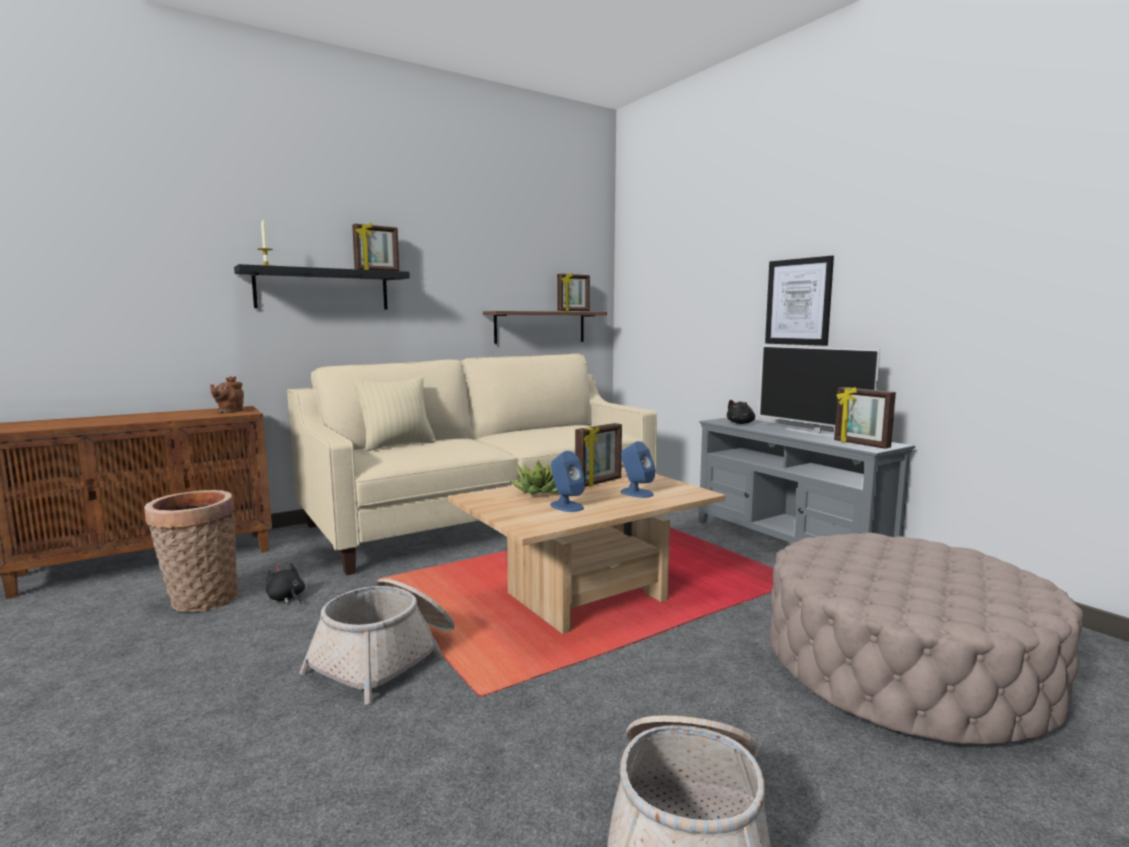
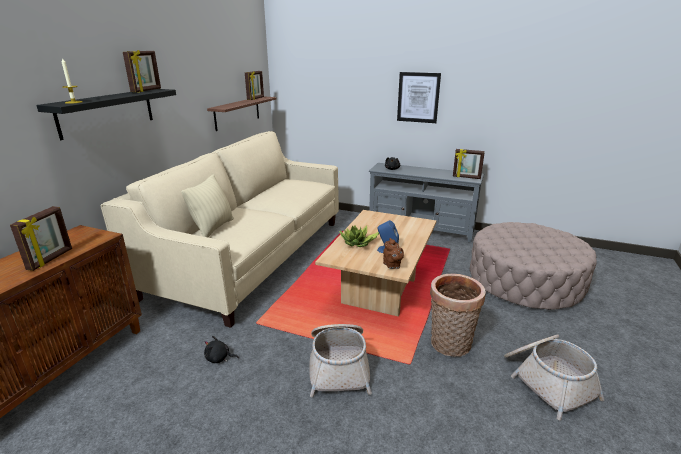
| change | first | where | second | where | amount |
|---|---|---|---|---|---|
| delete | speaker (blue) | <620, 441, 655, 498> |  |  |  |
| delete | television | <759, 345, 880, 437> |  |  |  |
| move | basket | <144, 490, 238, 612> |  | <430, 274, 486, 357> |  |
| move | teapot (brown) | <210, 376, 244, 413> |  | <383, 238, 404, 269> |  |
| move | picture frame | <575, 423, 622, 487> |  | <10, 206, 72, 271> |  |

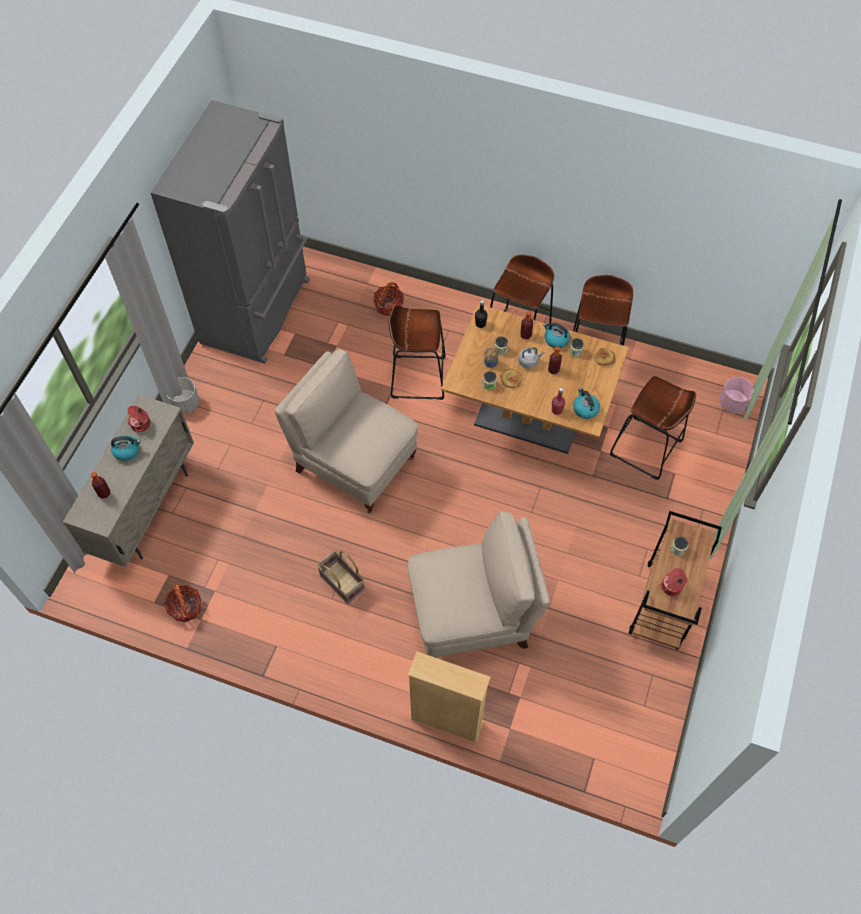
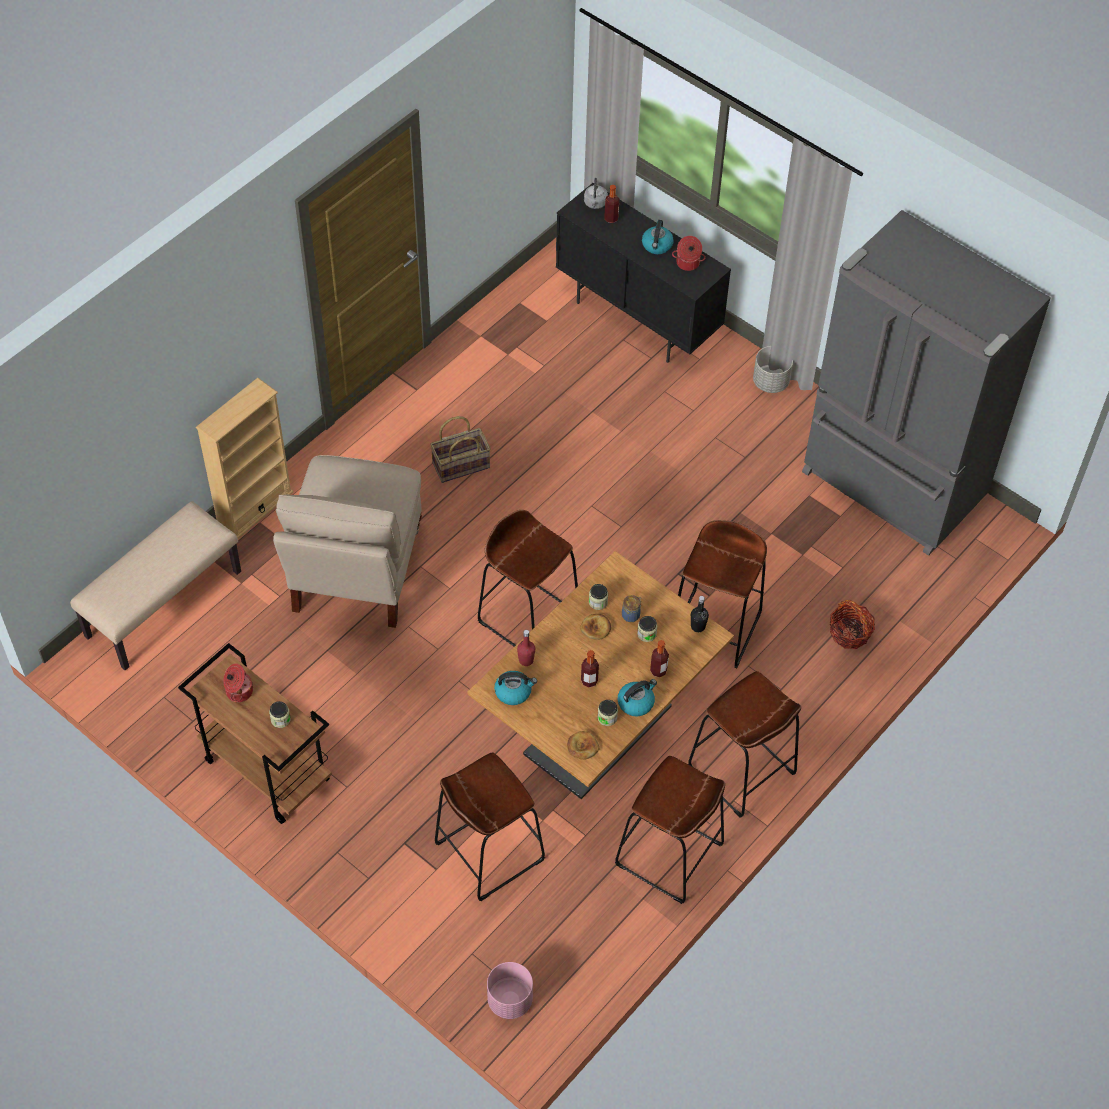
| change | first | where | second | where | amount |
|---|---|---|---|---|---|
| delete | basket | <164, 584, 201, 622> |  |  |  |
| delete | chair (beige) | <275, 349, 418, 514> |  |  |  |
| insert |  |  | bench (beige) | <70, 501, 241, 670> |  |
| insert |  |  | stool (brown) | <478, 510, 578, 647> |  |
| move | kettle (grey) | <518, 347, 545, 369> |  | <584, 178, 608, 209> |  |
| recolor | cabinet (beige) | <63, 394, 194, 567> | cabinet (black) | <556, 183, 731, 363> |  |

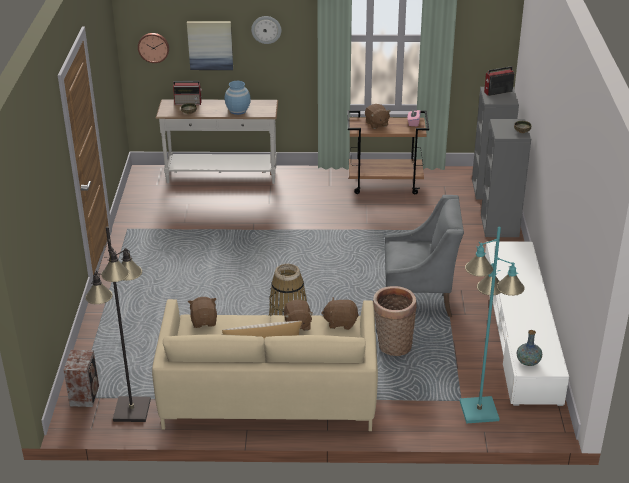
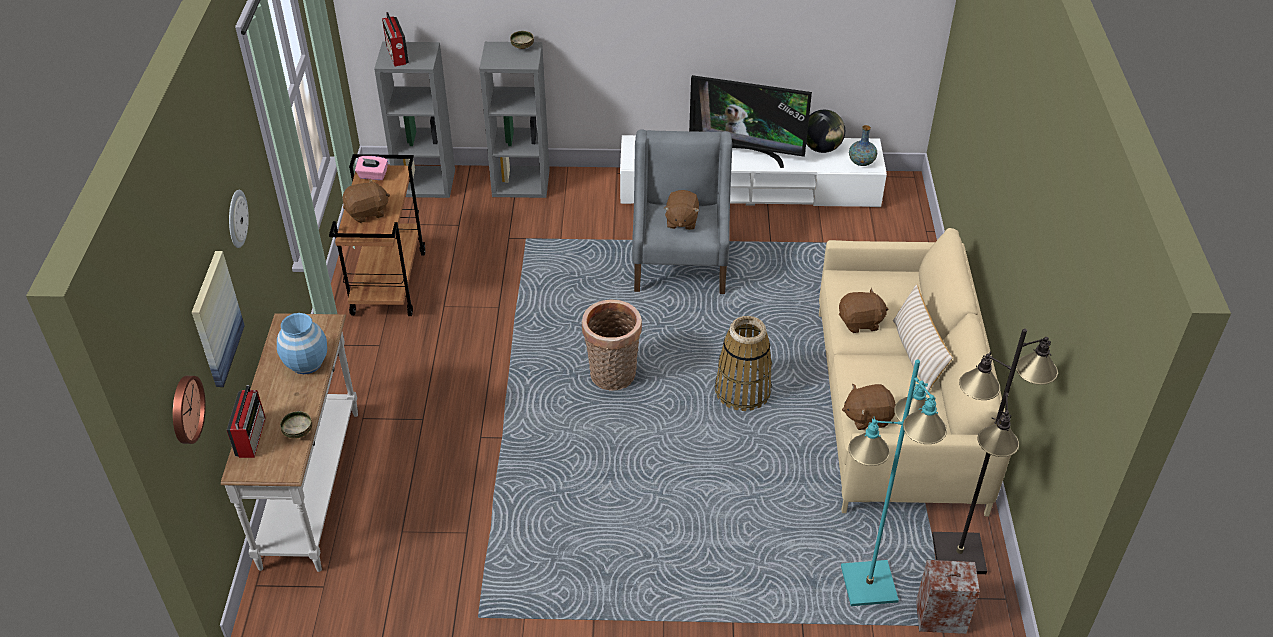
| change | first | where | second | where | amount |
|---|---|---|---|---|---|
| insert |  |  | television | <689, 75, 812, 168> |  |
| insert |  |  | globe | <806, 110, 845, 153> |  |
| move | plush toy (brown) | <321, 298, 359, 330> |  | <664, 190, 700, 230> |  |
| move | basket | <373, 286, 417, 356> |  | <582, 300, 642, 391> |  |
| move | floor lamp (turquoise) | <460, 226, 525, 424> |  | <841, 360, 947, 606> |  |

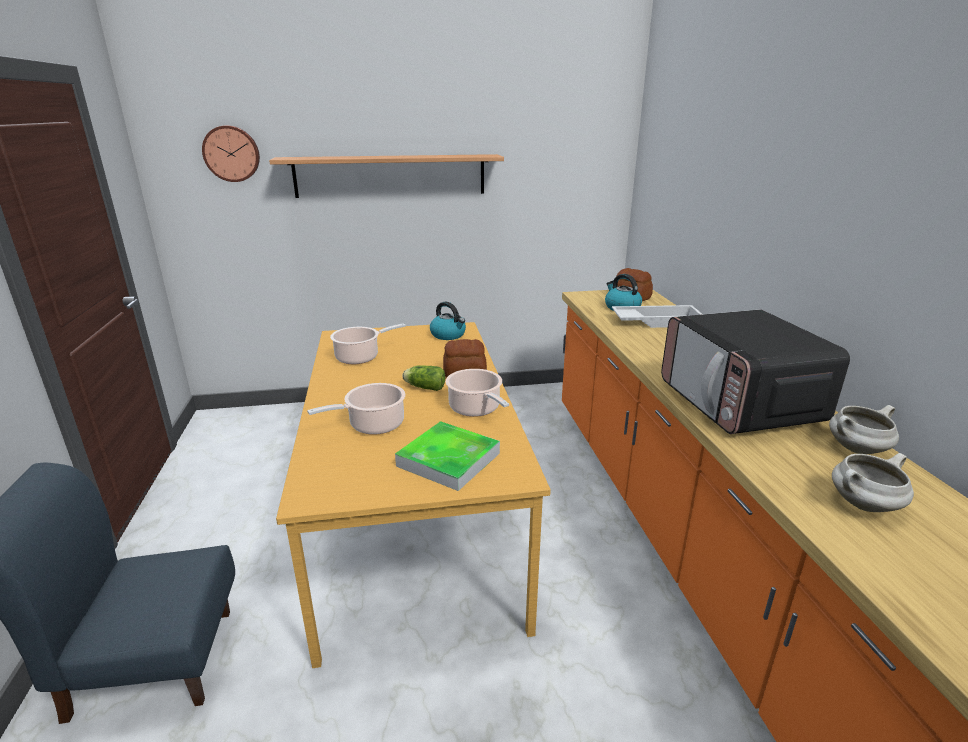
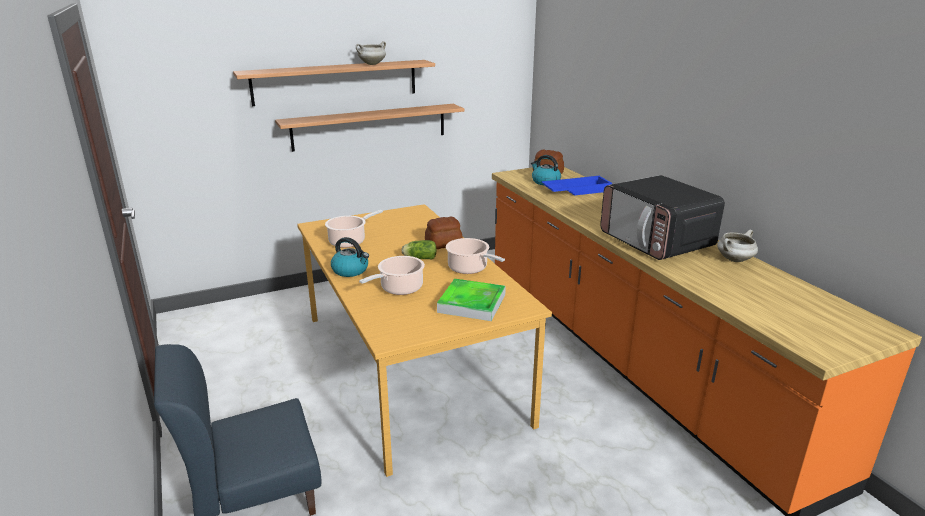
| change | first | where | second | where | amount |
|---|---|---|---|---|---|
| delete | wall clock | <202, 125, 260, 182> |  |  |  |
| insert |  |  | shelf | <275, 104, 464, 152> |  |
| move | kettle | <430, 302, 466, 340> |  | <331, 237, 369, 277> |  |
| move | cooking pot (white) | <832, 453, 914, 512> |  | <356, 41, 386, 65> |  |
| recolor | tray (white) | <612, 305, 702, 328> | tray (blue) | <541, 176, 612, 196> |  |

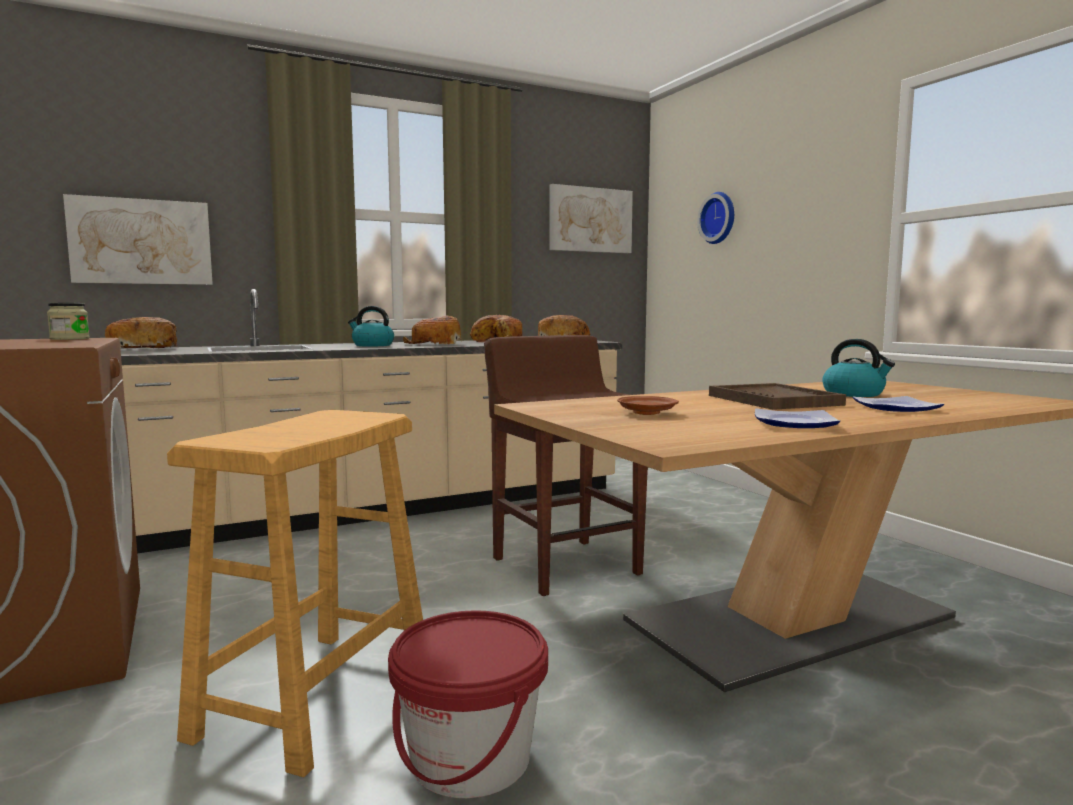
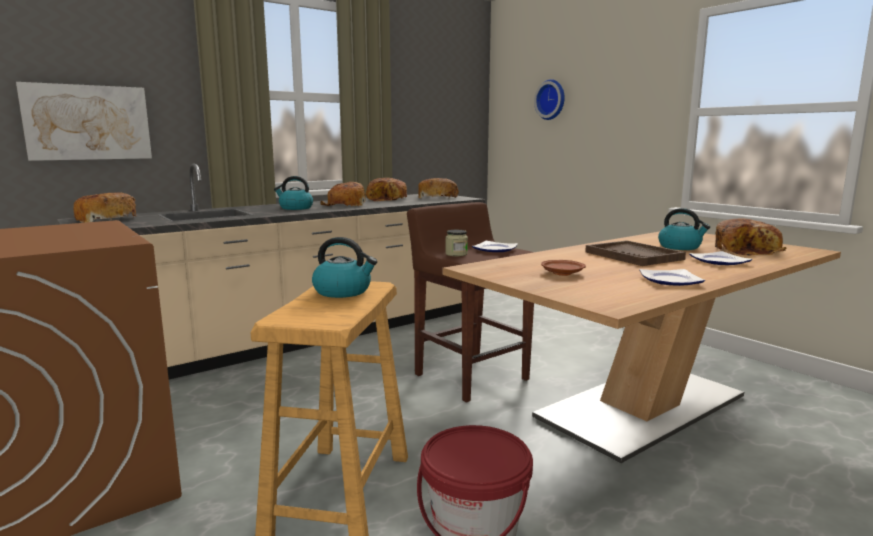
| change | first | where | second | where | amount |
|---|---|---|---|---|---|
| delete | picture | <549, 184, 633, 253> |  |  |  |
| insert |  |  | kettle | <312, 237, 377, 298> |  |
| insert |  |  | plate | <472, 241, 518, 252> |  |
| insert |  |  | bread | <715, 219, 787, 256> |  |
| move | jar | <47, 303, 90, 340> |  | <445, 230, 468, 256> |  |

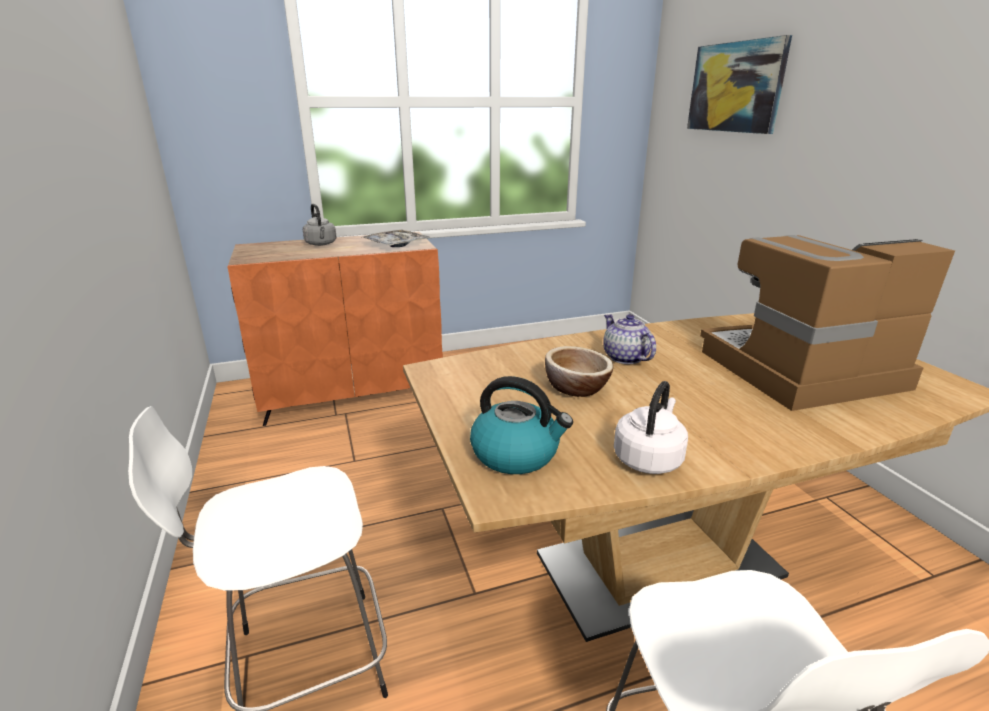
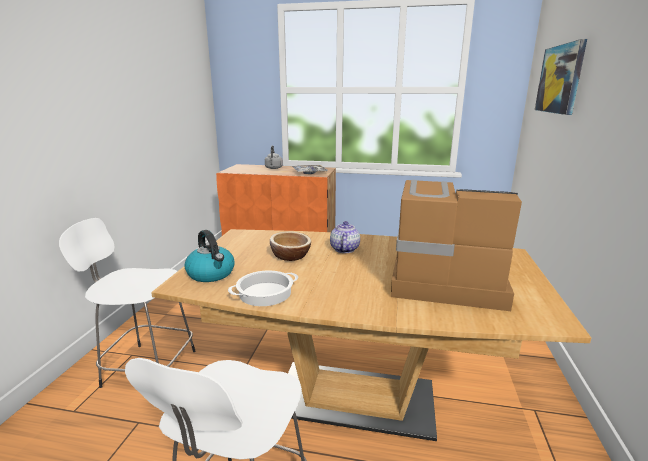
| change | first | where | second | where | amount |
|---|---|---|---|---|---|
| replace | kettle (white) | <614, 381, 688, 474> | cooking pot | <228, 271, 298, 306> |  |

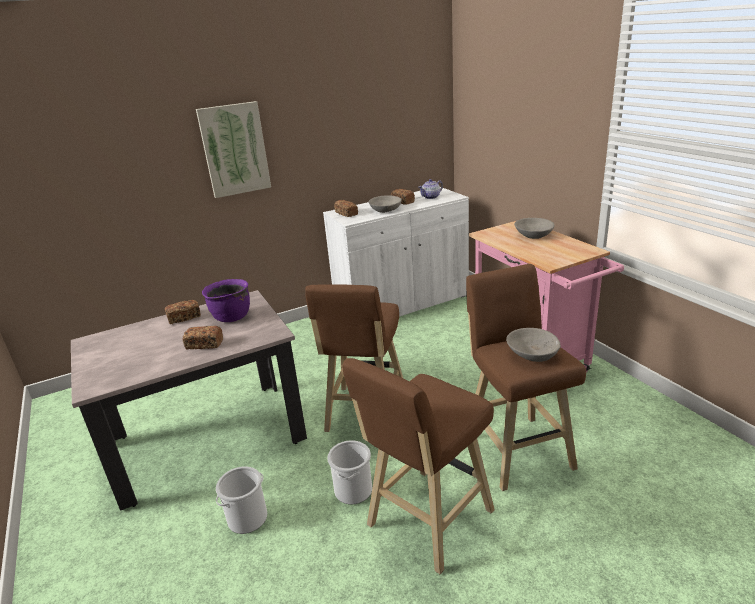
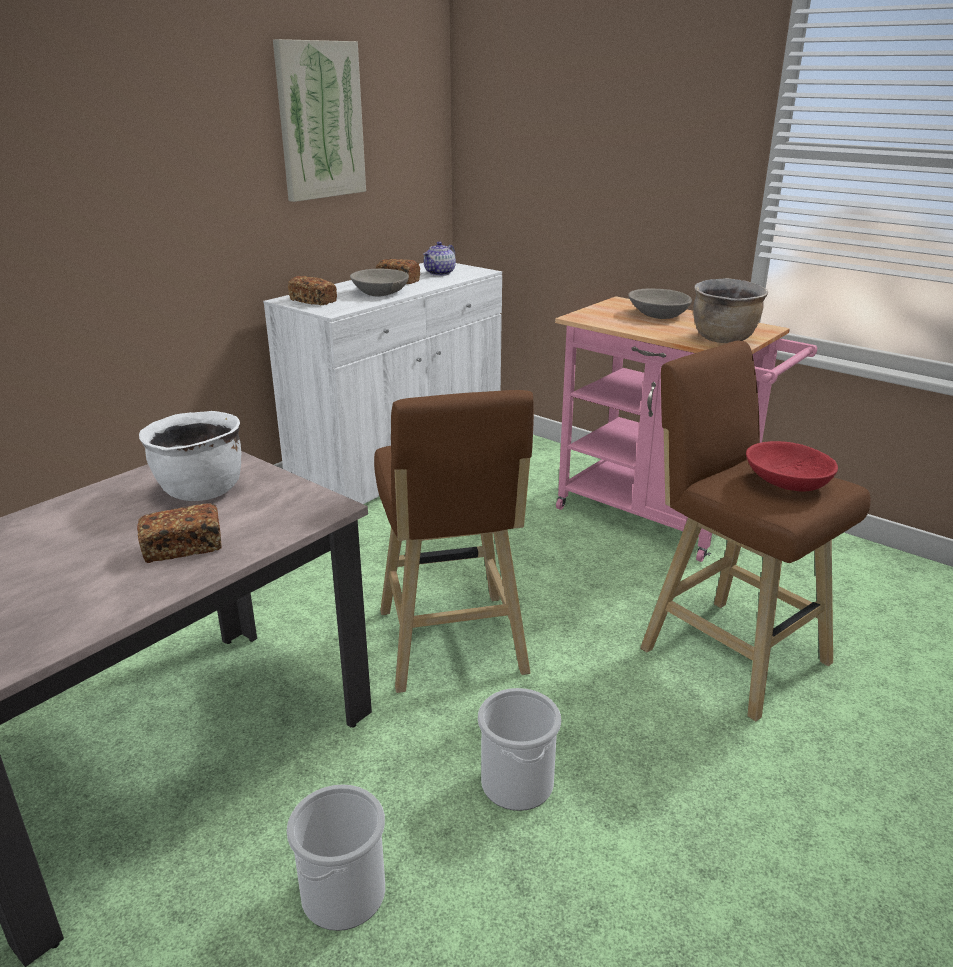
| change | first | where | second | where | amount |
|---|---|---|---|---|---|
| delete | bread | <165, 300, 201, 324> |  |  |  |
| delete | stool (brown) | <342, 358, 495, 574> |  |  |  |
| insert |  |  | cooking pot (brown) | <693, 278, 768, 343> |  |
| move | picture | <196, 101, 271, 198> |  | <273, 39, 366, 202> |  |
| recolor | cooking pot (purple) | <202, 279, 250, 322> | cooking pot (white) | <139, 411, 241, 501> |  |
| recolor | bowl (grey) | <506, 328, 561, 362> | bowl (red) | <746, 441, 838, 492> |  |

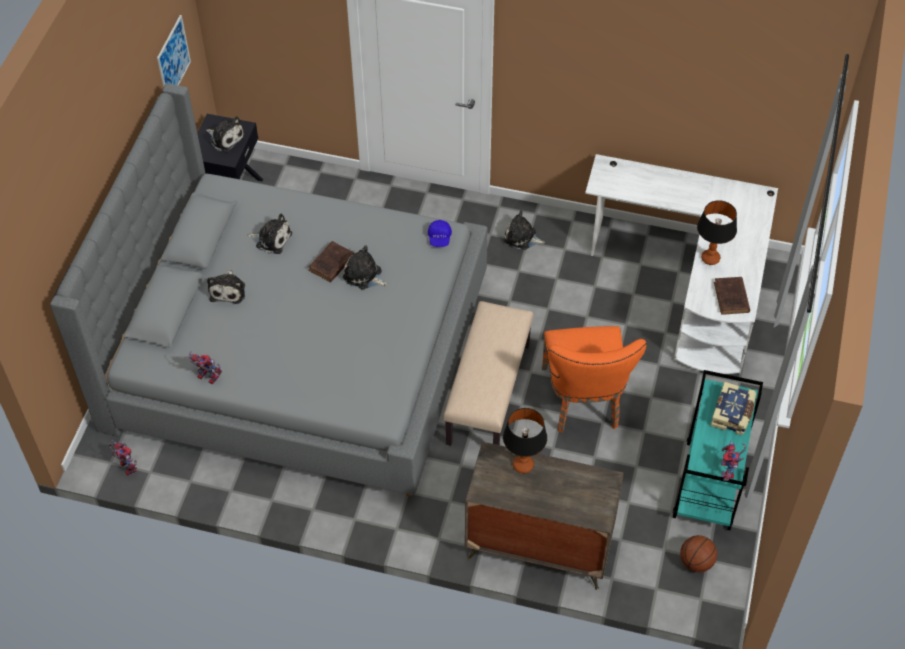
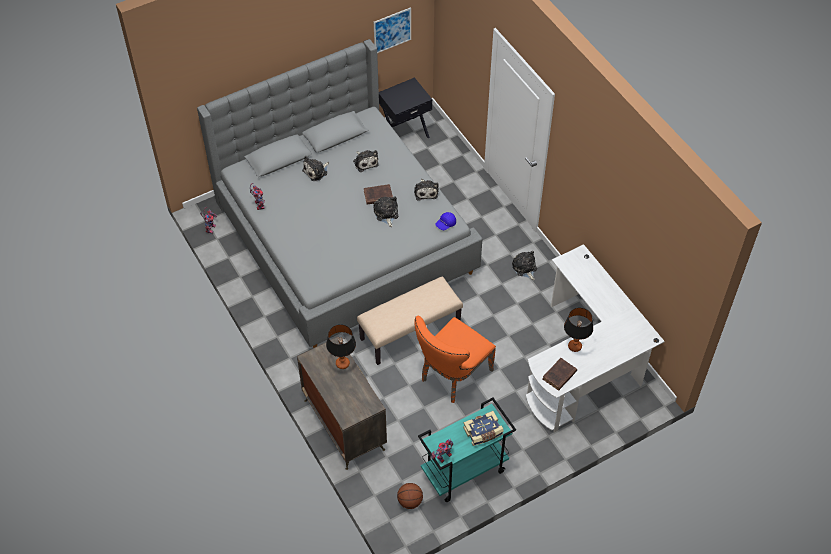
| change | first | where | second | where | amount |
|---|---|---|---|---|---|
| move | plush toy | <206, 116, 245, 153> |  | <414, 179, 439, 201> |  |

